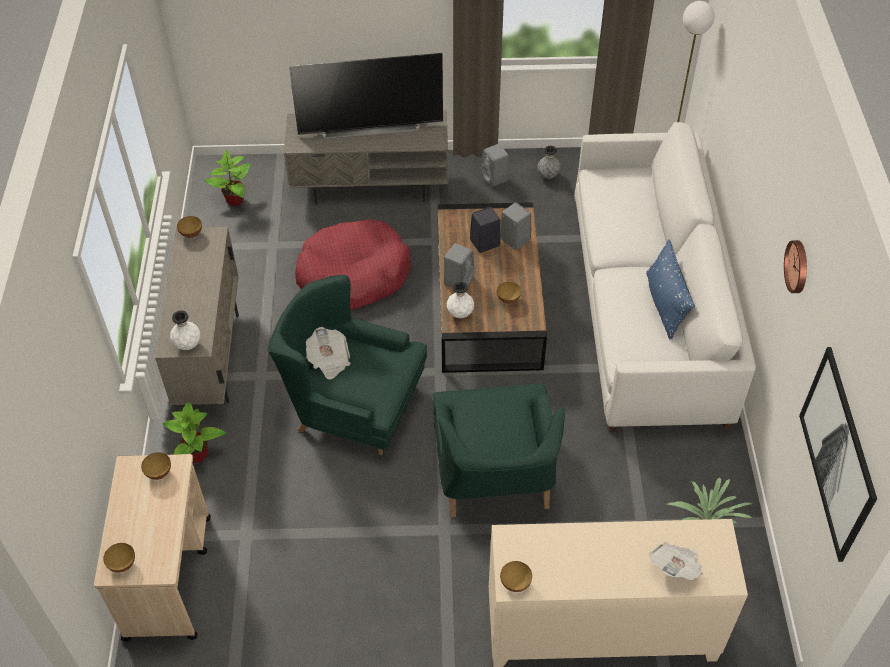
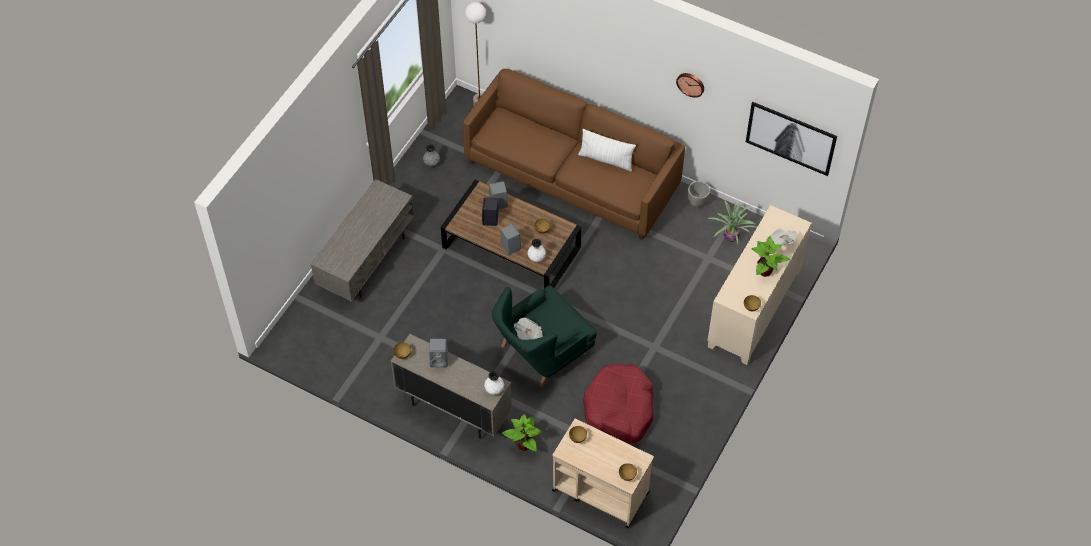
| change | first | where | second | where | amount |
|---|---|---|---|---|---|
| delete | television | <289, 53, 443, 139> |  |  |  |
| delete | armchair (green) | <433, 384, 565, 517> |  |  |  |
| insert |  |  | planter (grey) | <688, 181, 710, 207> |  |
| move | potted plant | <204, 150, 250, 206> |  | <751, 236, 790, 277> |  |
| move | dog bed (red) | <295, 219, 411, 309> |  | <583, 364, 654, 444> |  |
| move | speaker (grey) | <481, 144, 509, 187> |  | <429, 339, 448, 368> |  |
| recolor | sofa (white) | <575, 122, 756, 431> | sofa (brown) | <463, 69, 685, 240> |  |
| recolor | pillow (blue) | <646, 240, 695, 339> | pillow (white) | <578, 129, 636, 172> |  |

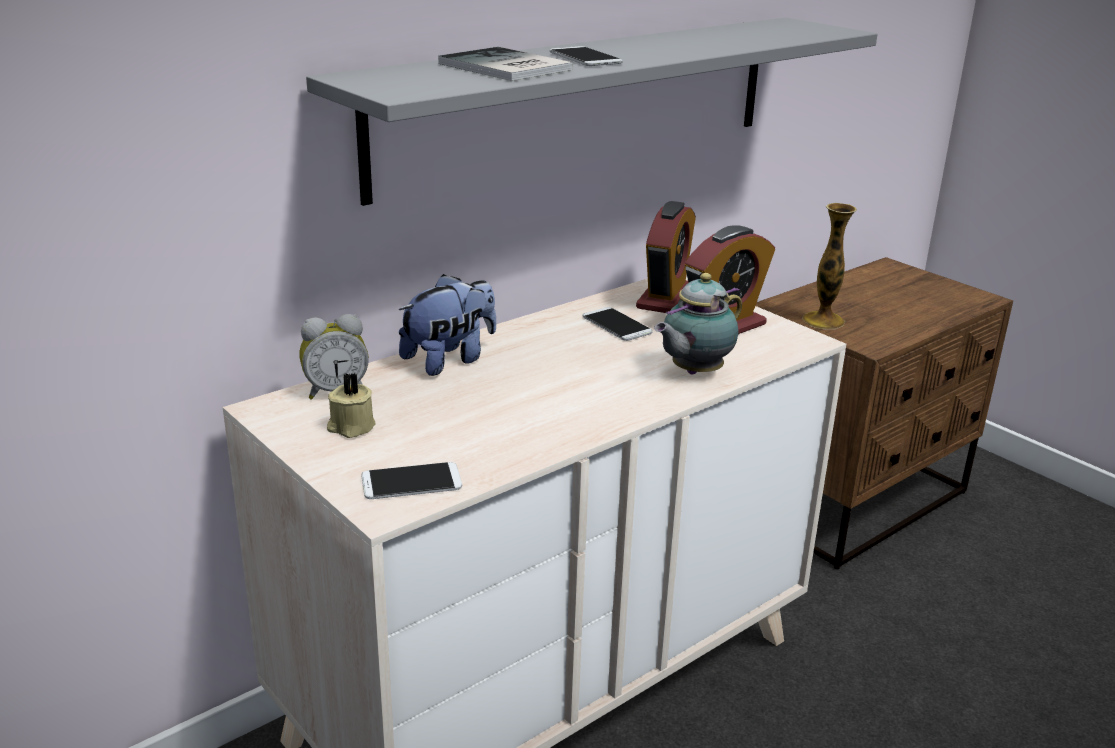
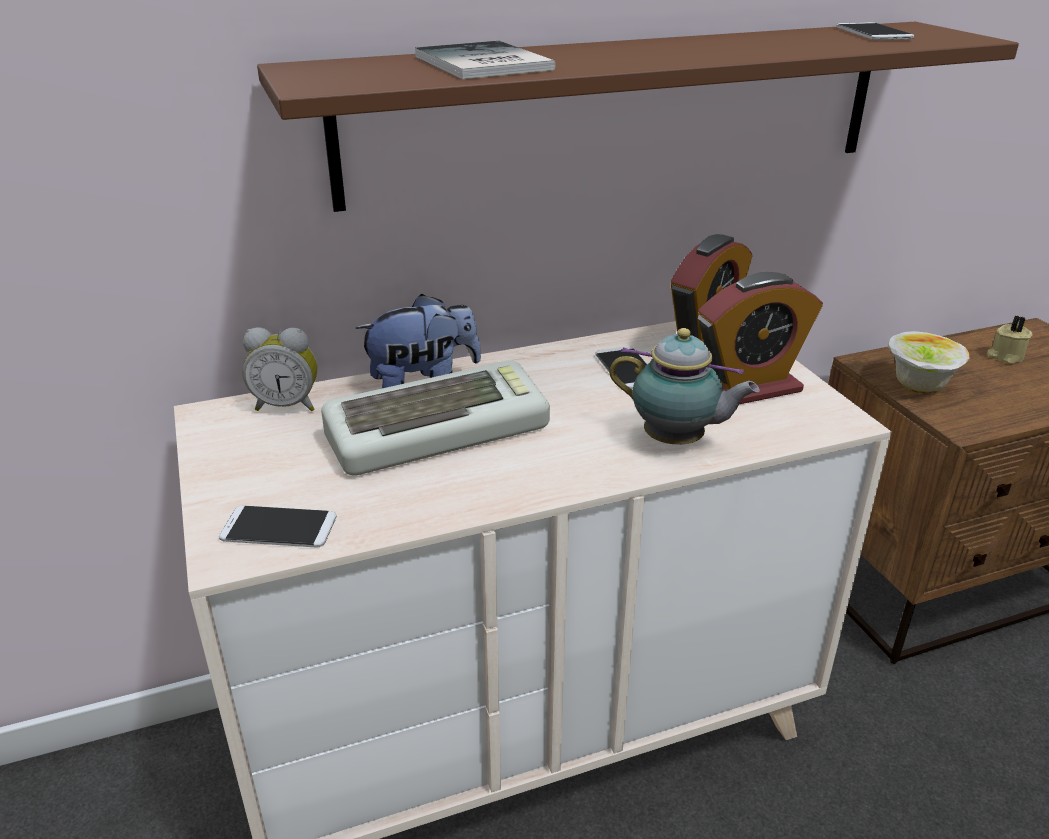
| change | first | where | second | where | amount |
|---|---|---|---|---|---|
| insert |  |  | keyboard | <321, 360, 550, 476> |  |
| move | candle (beige) | <327, 373, 376, 438> |  | <987, 316, 1032, 364> |  |
| move | phone | <550, 46, 622, 66> |  | <836, 22, 914, 40> |  |
| replace | vase | <802, 203, 857, 329> | bowl | <888, 331, 969, 394> |  |
| recolor | shelf (grey) | <306, 17, 878, 206> | shelf (brown) | <257, 22, 1019, 212> |  |
| rotate | teapot | <654, 273, 742, 374> |  | <609, 328, 760, 445> | 135 degrees counterclockwise |

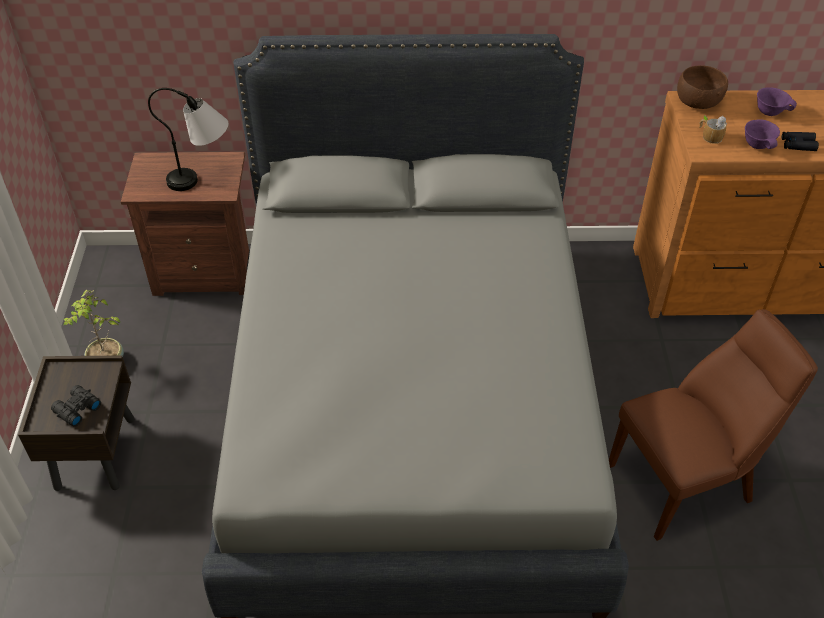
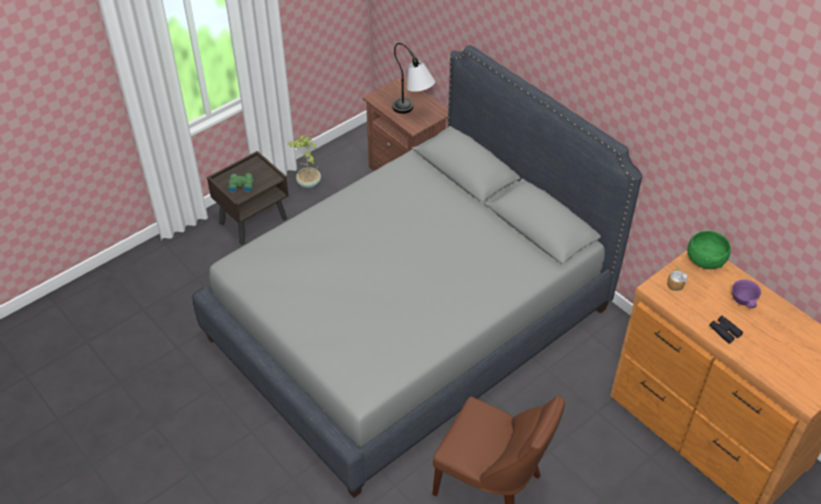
| change | first | where | second | where | amount |
|---|---|---|---|---|---|
| delete | bowl (purple) | <745, 119, 780, 149> |  |  |  |
| recolor | binoculars (black) | <51, 385, 101, 427> | binoculars (green) | <228, 173, 254, 193> |  |
| recolor | bowl (brown) | <677, 65, 728, 109> | bowl (green) | <687, 231, 731, 269> |  |

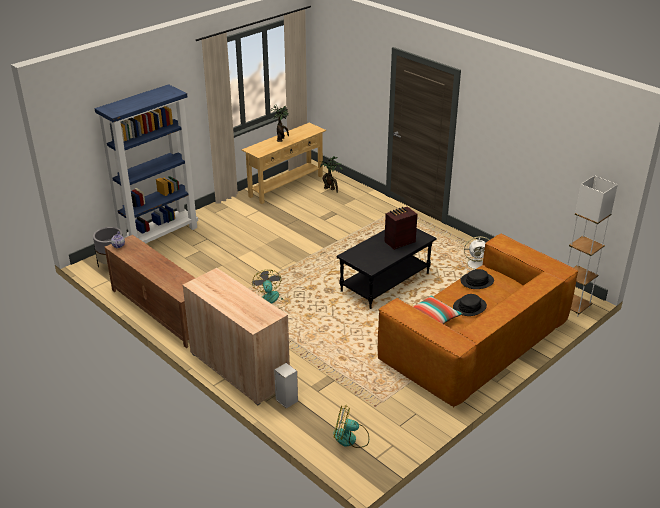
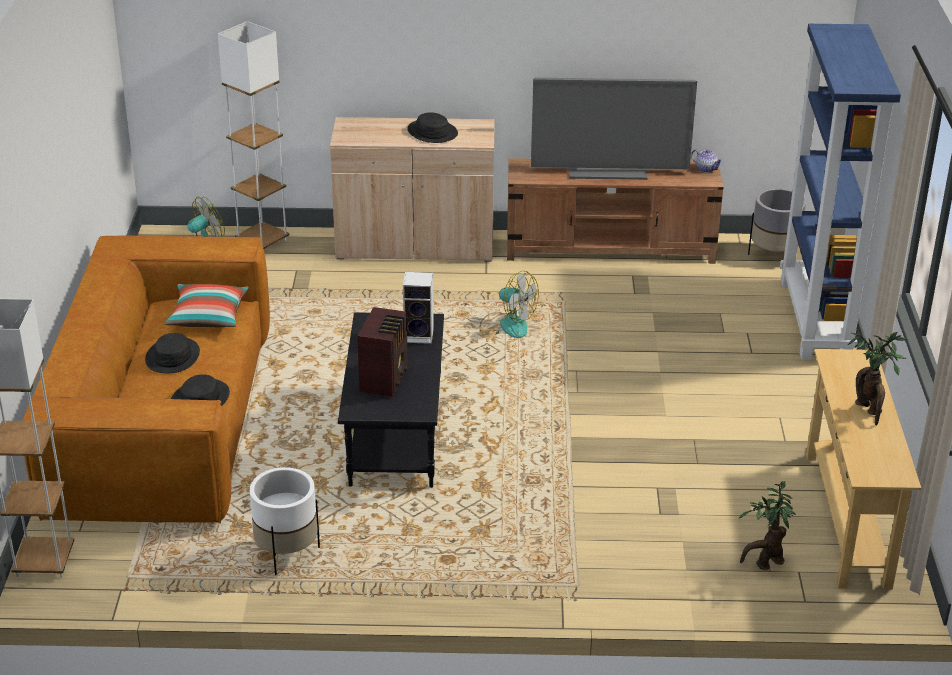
| change | first | where | second | where | amount |
|---|---|---|---|---|---|
| insert |  |  | floor lamp (white) | <218, 21, 289, 249> |  |
| insert |  |  | hat (black) | <407, 112, 458, 143> |  |
| insert |  |  | television | <531, 78, 697, 180> |  |
| move | speaker | <274, 363, 298, 409> |  | <403, 272, 434, 344> |  |
| replace | fan (white) | <461, 236, 489, 271> | planter (white) | <250, 467, 320, 575> |  |

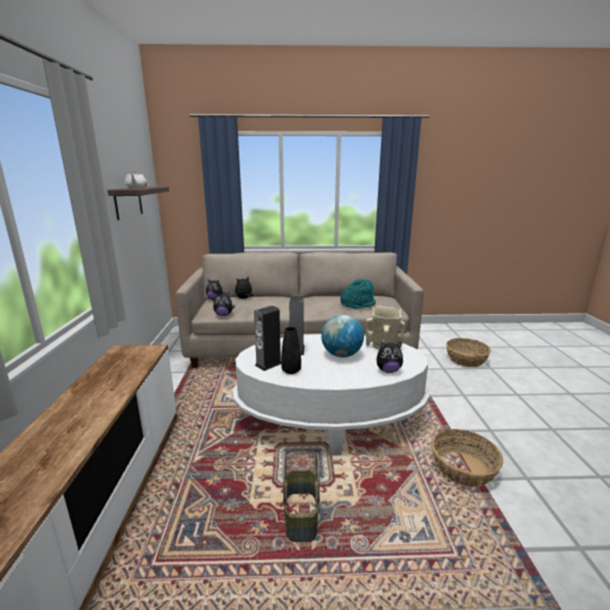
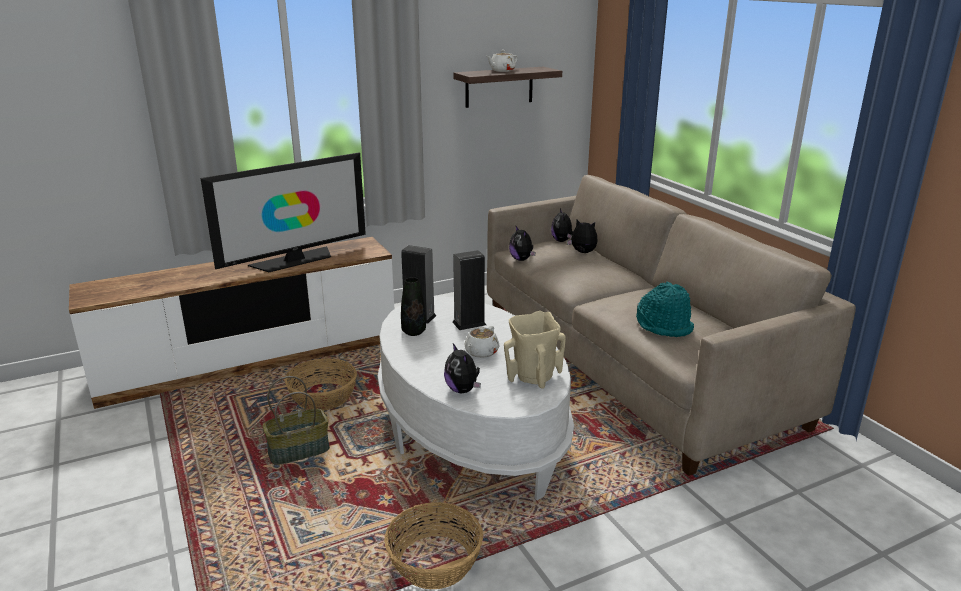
| change | first | where | second | where | amount |
|---|---|---|---|---|---|
| insert |  |  | television | <201, 153, 366, 272> |  |
| move | basket | <446, 338, 491, 367> |  | <285, 358, 357, 411> |  |
| replace | globe | <321, 315, 364, 357> | teapot (white) | <464, 326, 500, 358> |  |

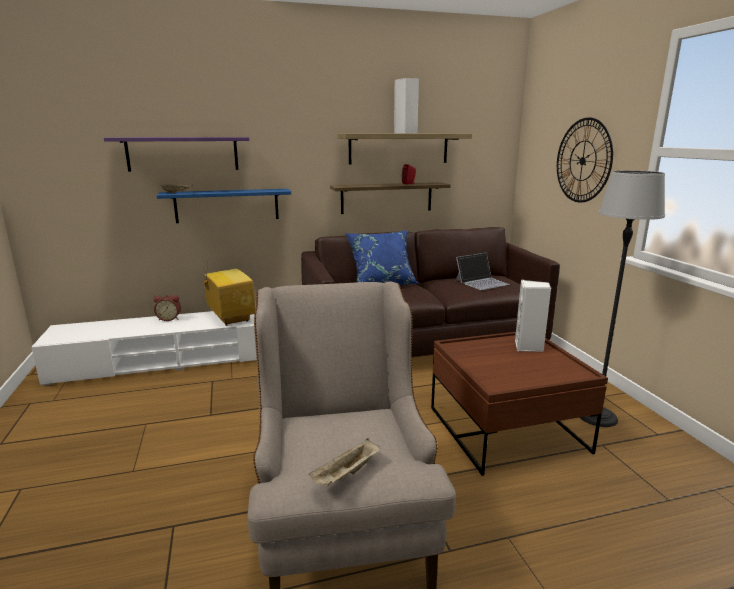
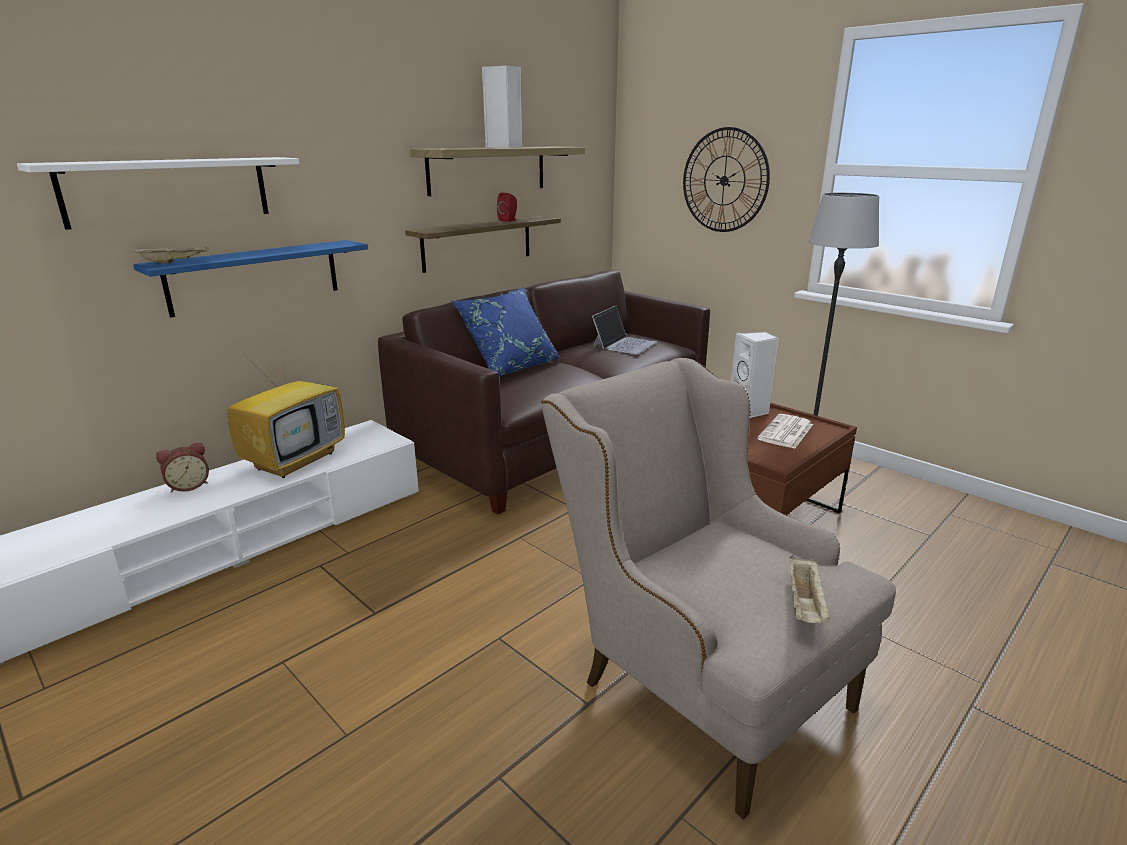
| change | first | where | second | where | amount |
|---|---|---|---|---|---|
| insert |  |  | newspaper | <758, 414, 813, 449> |  |
| recolor | shelf (purple) | <104, 137, 249, 172> | shelf (white) | <17, 157, 299, 230> |  |
| rotate | television | <201, 248, 255, 326> |  | <227, 337, 345, 478> | 90 degrees clockwise |

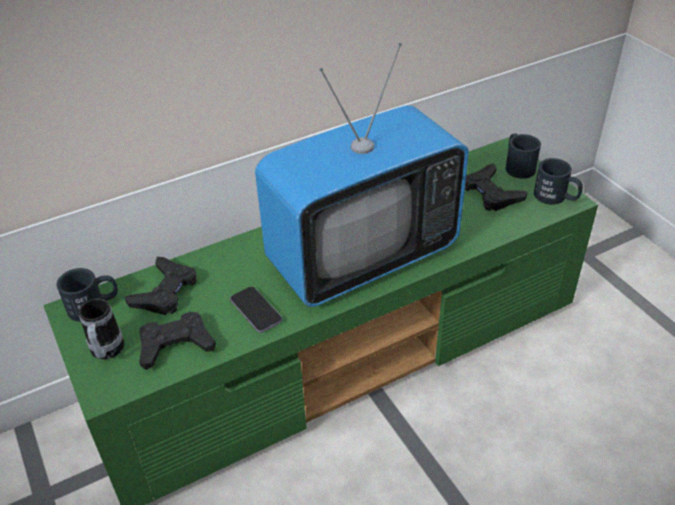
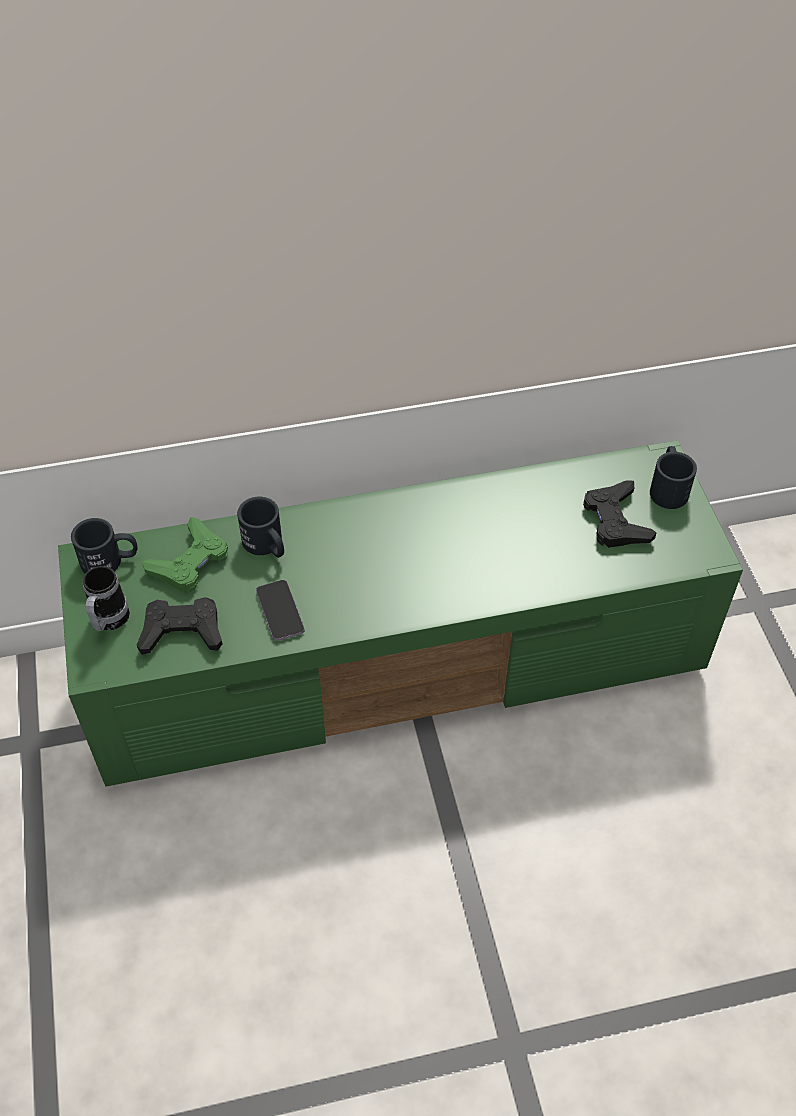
| change | first | where | second | where | amount |
|---|---|---|---|---|---|
| delete | television | <255, 43, 469, 307> |  |  |  |
| move | mug (black) | <534, 158, 583, 205> |  | <237, 497, 284, 558> |  |
| recolor | game controller (black) | <125, 257, 197, 315> | game controller (green) | <142, 517, 228, 592> |  |

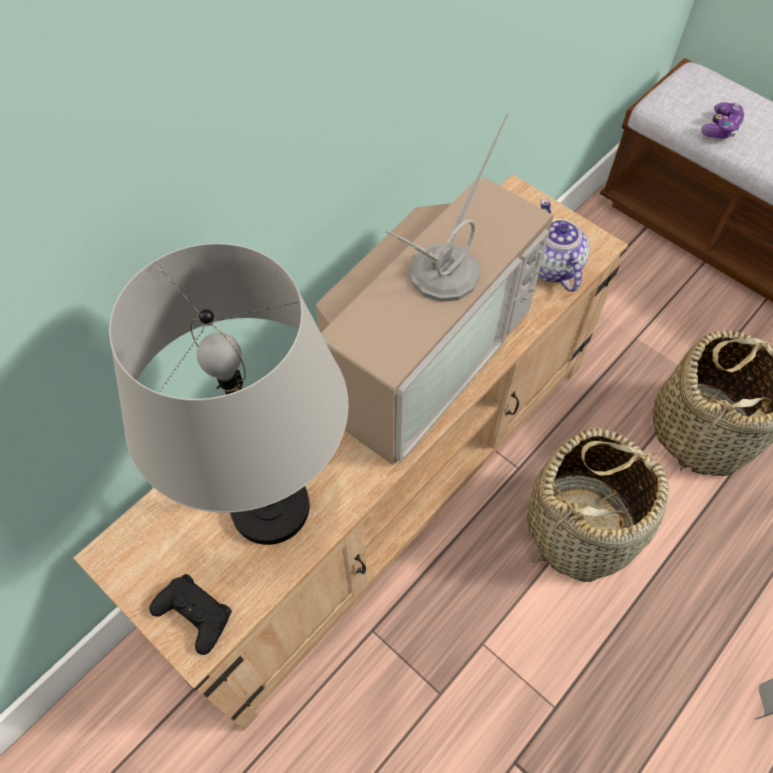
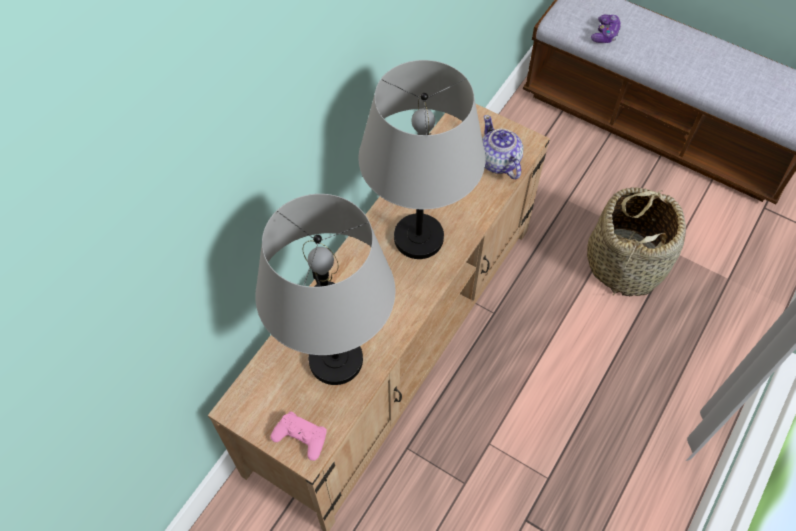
| change | first | where | second | where | amount |
|---|---|---|---|---|---|
| delete | basket | <527, 428, 669, 582> |  |  |  |
| replace | television | <316, 114, 554, 465> | table lamp (grey) | <358, 60, 486, 259> |  |
| recolor | game controller (black) | <149, 574, 232, 655> | game controller (pink) | <270, 411, 327, 461> |  |

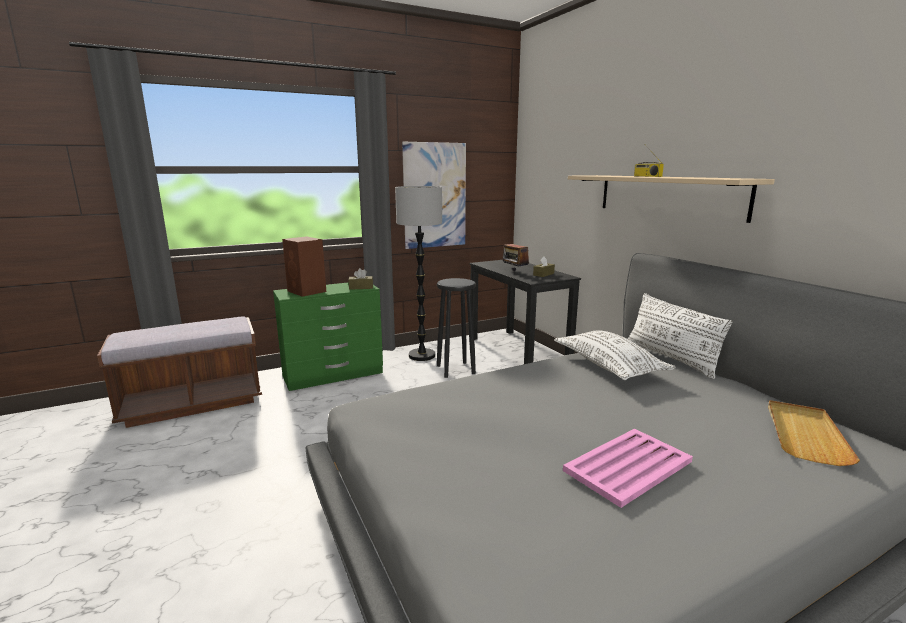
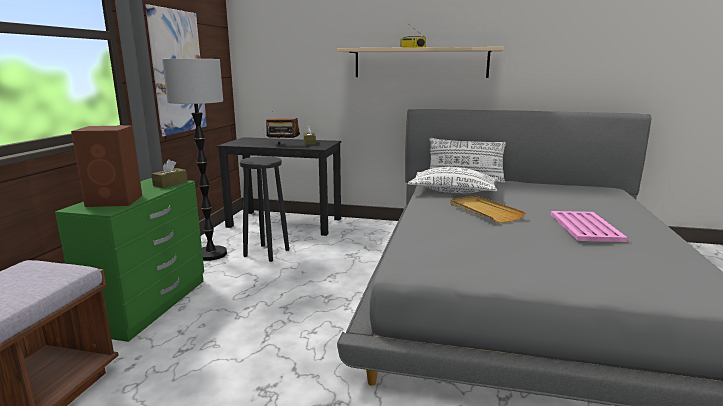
| change | first | where | second | where | amount |
|---|---|---|---|---|---|
| move | tray (beige) | <768, 400, 860, 466> |  | <450, 196, 526, 223> |  |

